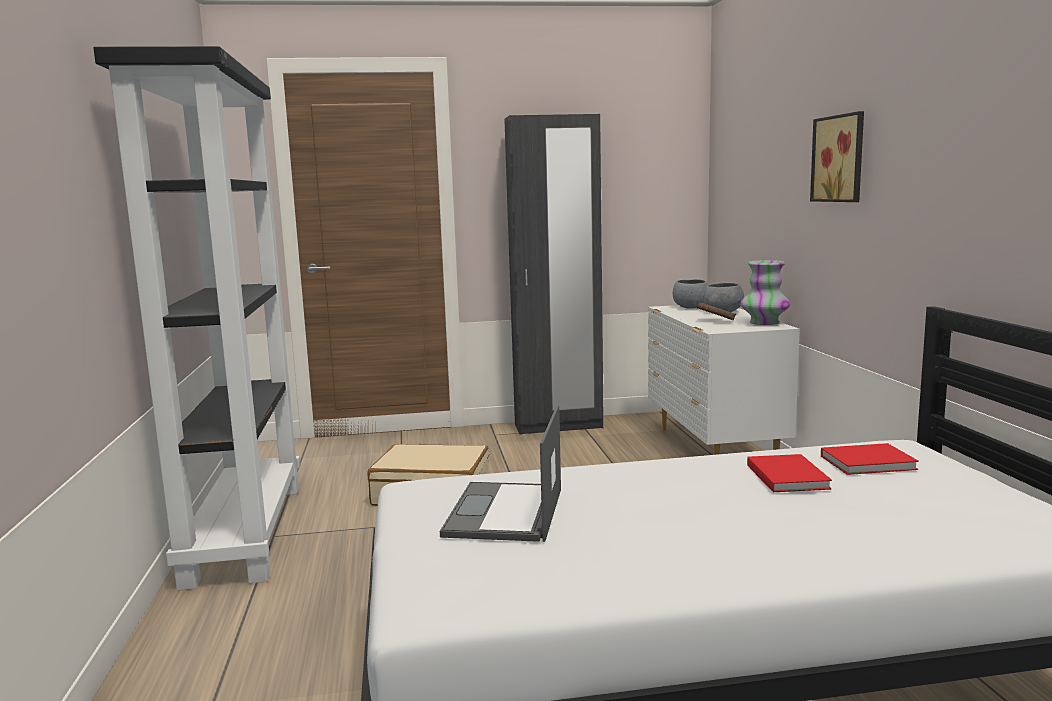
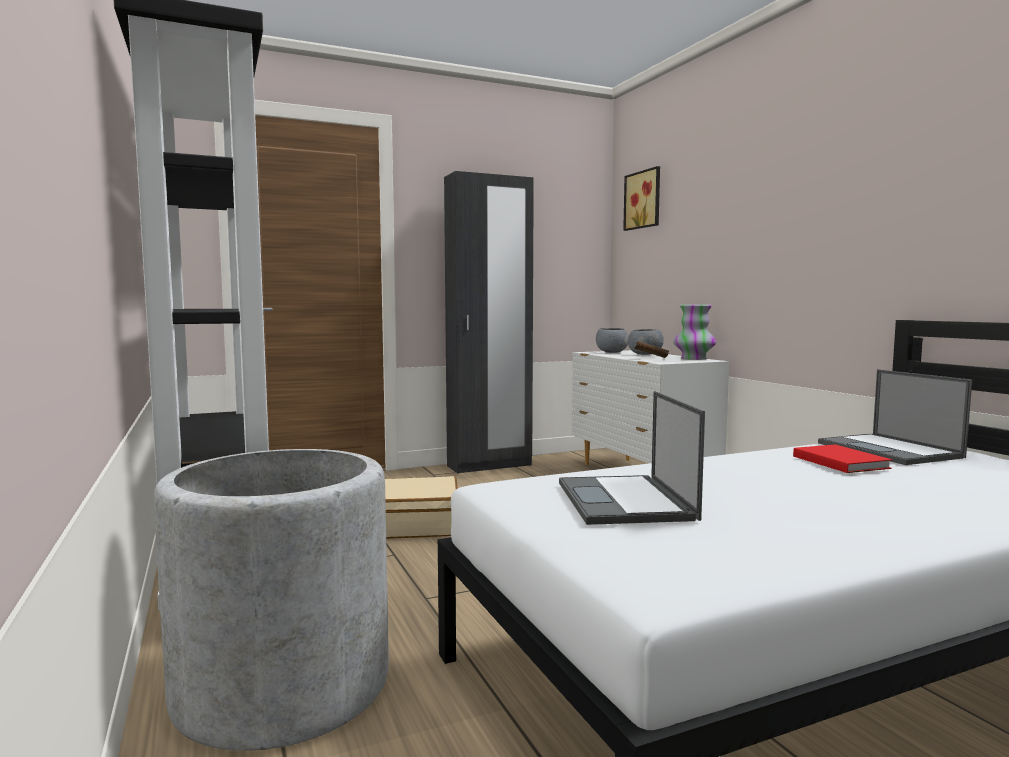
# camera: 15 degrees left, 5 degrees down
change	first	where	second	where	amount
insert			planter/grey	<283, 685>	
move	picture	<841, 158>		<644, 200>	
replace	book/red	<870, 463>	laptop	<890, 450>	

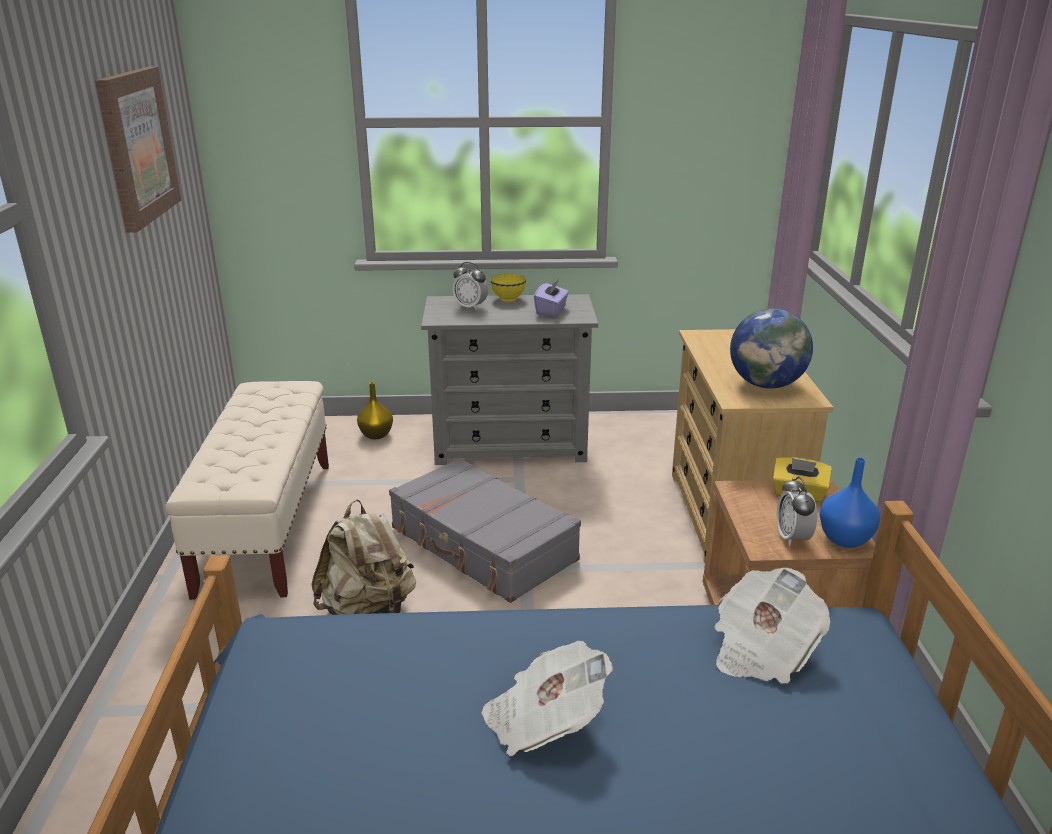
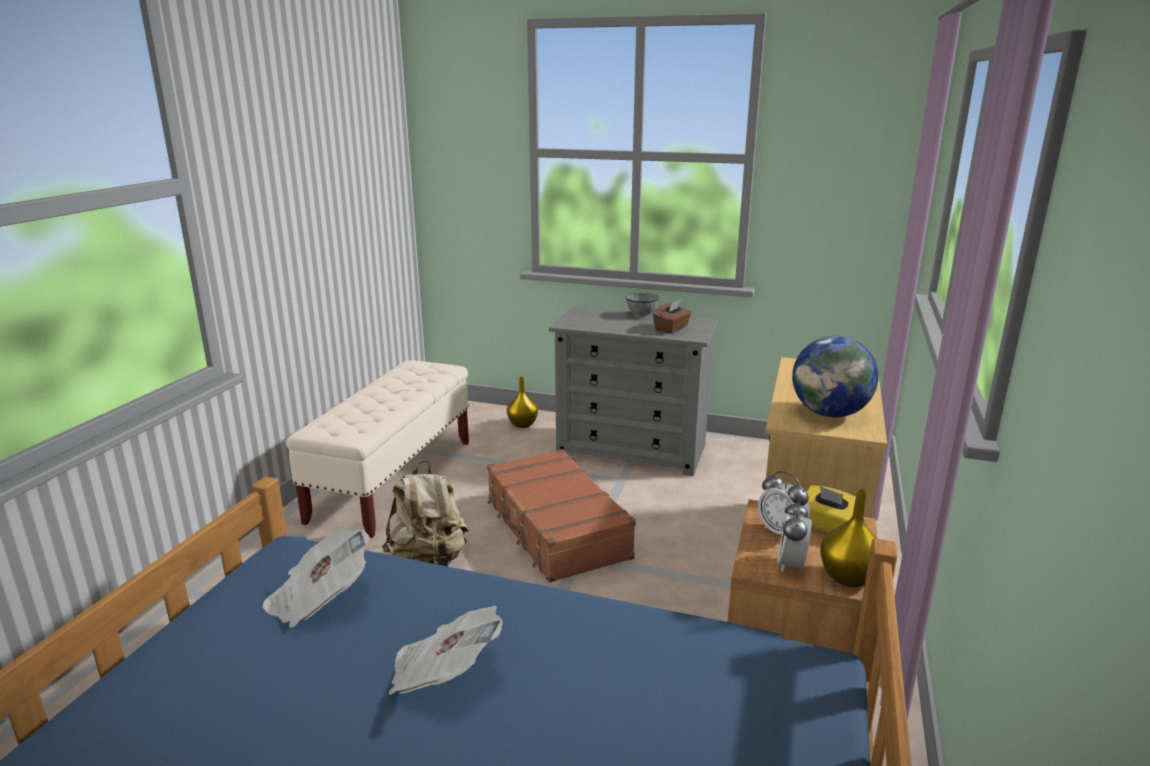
# camera: 20 degrees right, 5 degrees down
change	first	where	second	where	amount
move	newspaper	<762, 649>		<319, 599>	
recolor	suitcase/grey	<482, 545>	suitcase/brown	<555, 529>	
recolor	bowl/yellow	<508, 299>	bowl/grey	<642, 315>	
recolor	tissue box/purple	<551, 311>	tissue box/brown	<671, 328>	
move	alarm clock	<470, 307>		<781, 531>	
recolor	vase/blue	<844, 538>	vase/yellow	<848, 576>	
delete	picture	<137, 146>			

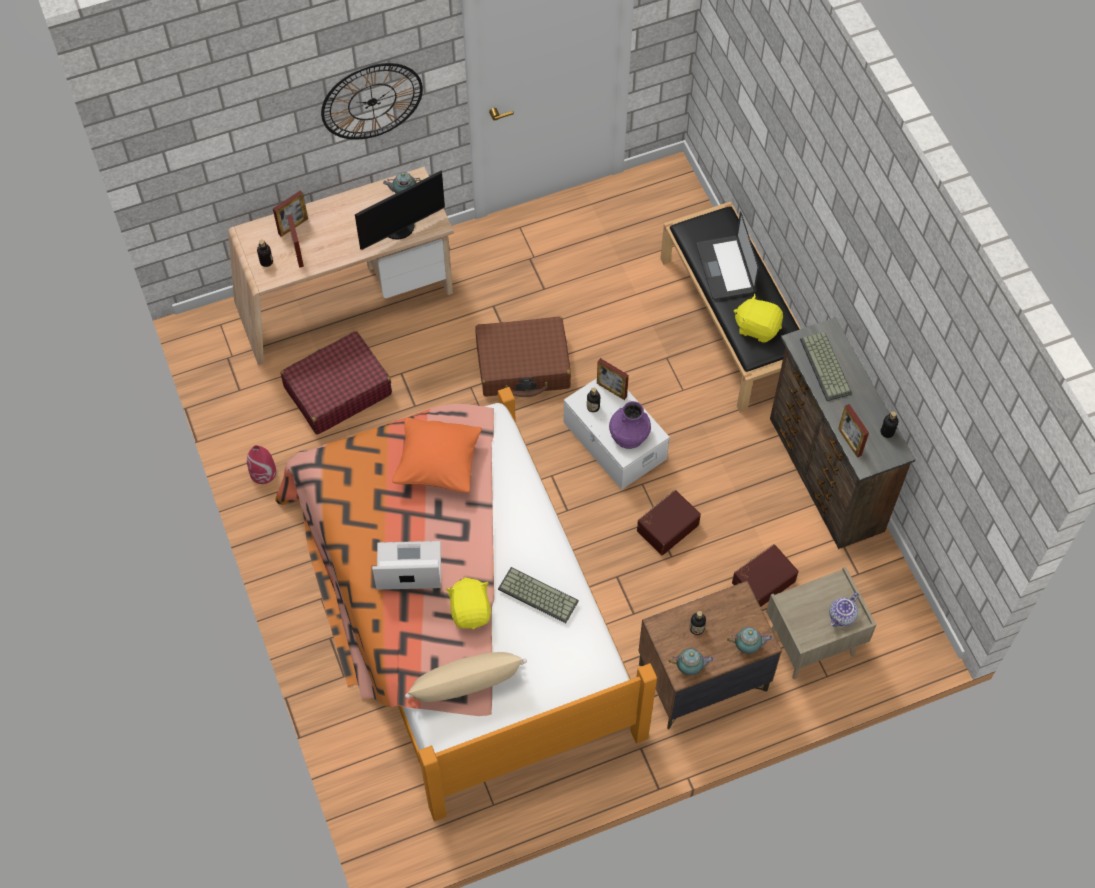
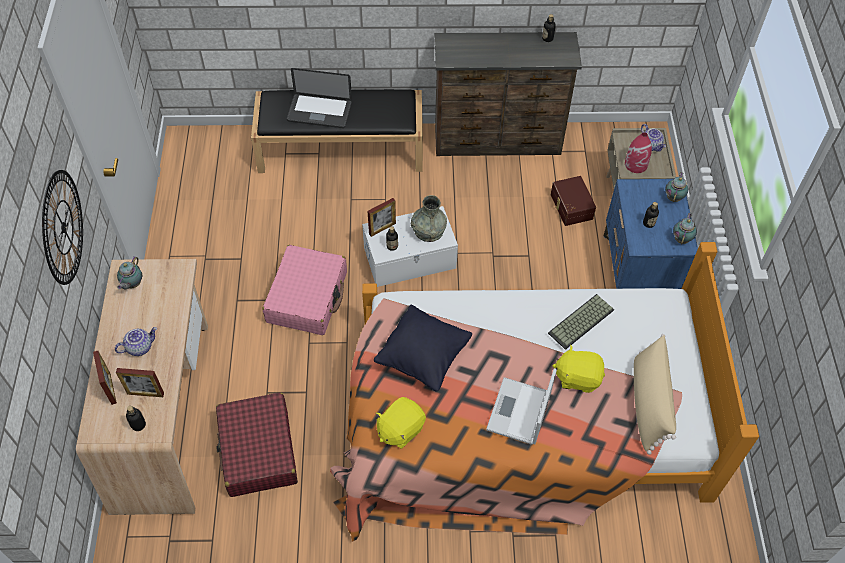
# camera: 70 degrees left, 5 degrees down
change	first	where	second	where	amount
insert			teapot	<140, 347>	
recolor	suitcase/brown	<523, 365>	suitcase/pink	<307, 297>	
recolor	pillow/orange	<438, 465>	pillow/black	<423, 357>	
move	plush toy/yellow	<757, 327>		<400, 429>	
recolor	vase/purple	<629, 434>	vase/grey	<428, 230>	
recolor	nightstand/brown	<702, 678>	nightstand/blue	<638, 271>	
move	vase/red	<263, 472>		<636, 164>	
delete	monitor	<400, 228>			
delete	storage box/brown	<666, 526>			
delete	keyboard	<827, 367>			
delete	picture frame	<849, 442>			

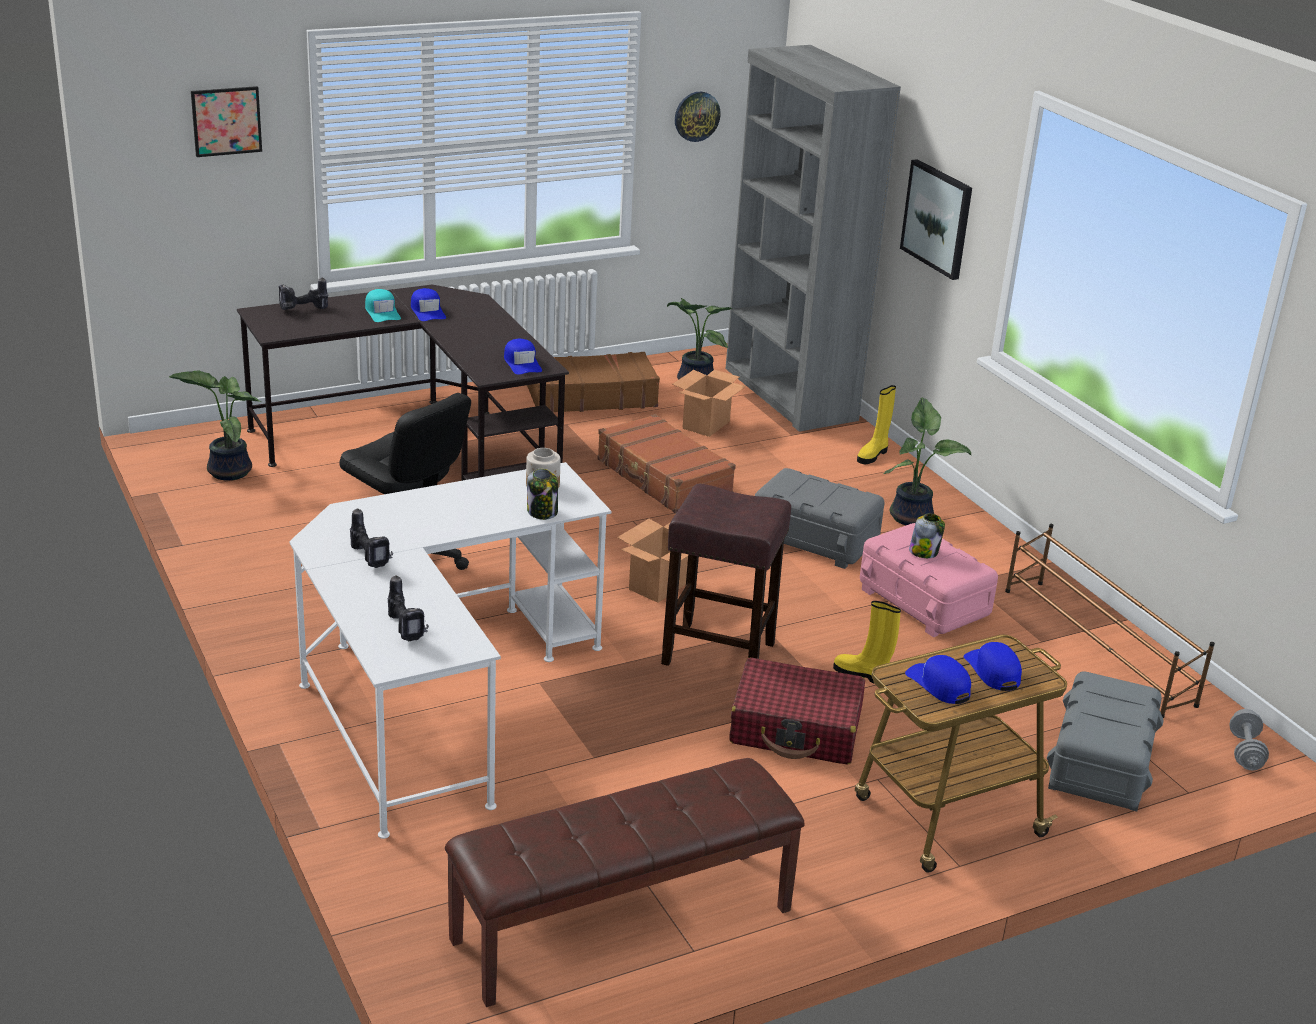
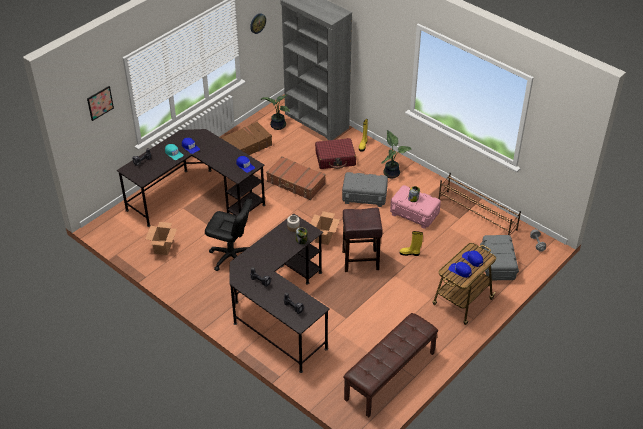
# camera: 20 degrees left, 15 degrees up
change	first	where	second	where	amount
move	cardboard box	<706, 424>		<163, 247>	
recolor	desk/white	<435, 693>	desk/black	<280, 311>	
move	suitcase/red	<796, 728>		<335, 158>	
delete	potted plant	<227, 471>			
delete	picture	<937, 218>			

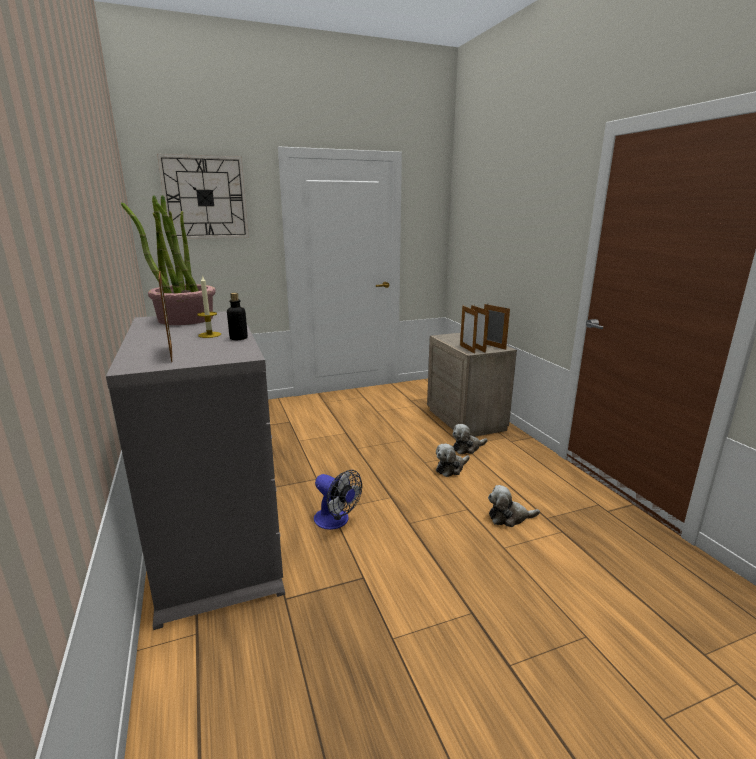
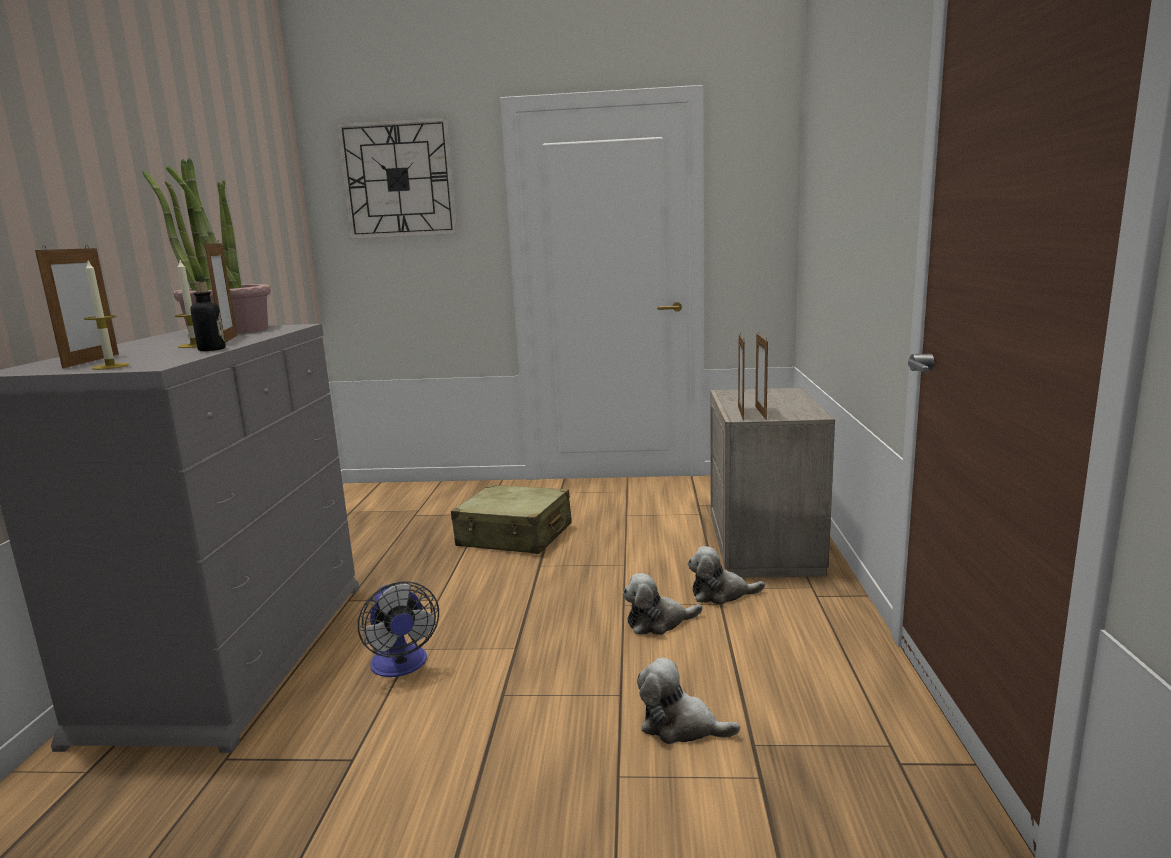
# camera: 25 degrees right, 5 degrees down
change	first	where	second	where	amount
insert			candle	<110, 366>	
move	picture frame	<493, 346>		<229, 339>	
insert			suitcase/beige	<514, 536>	

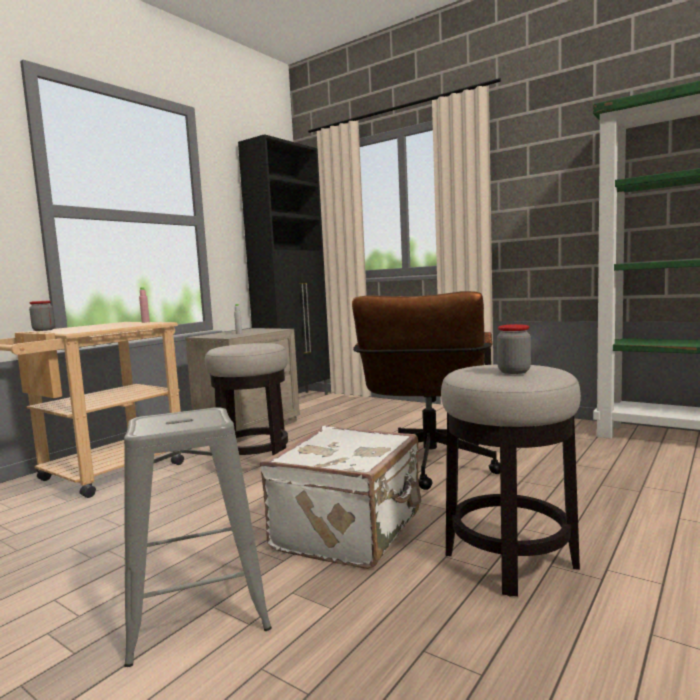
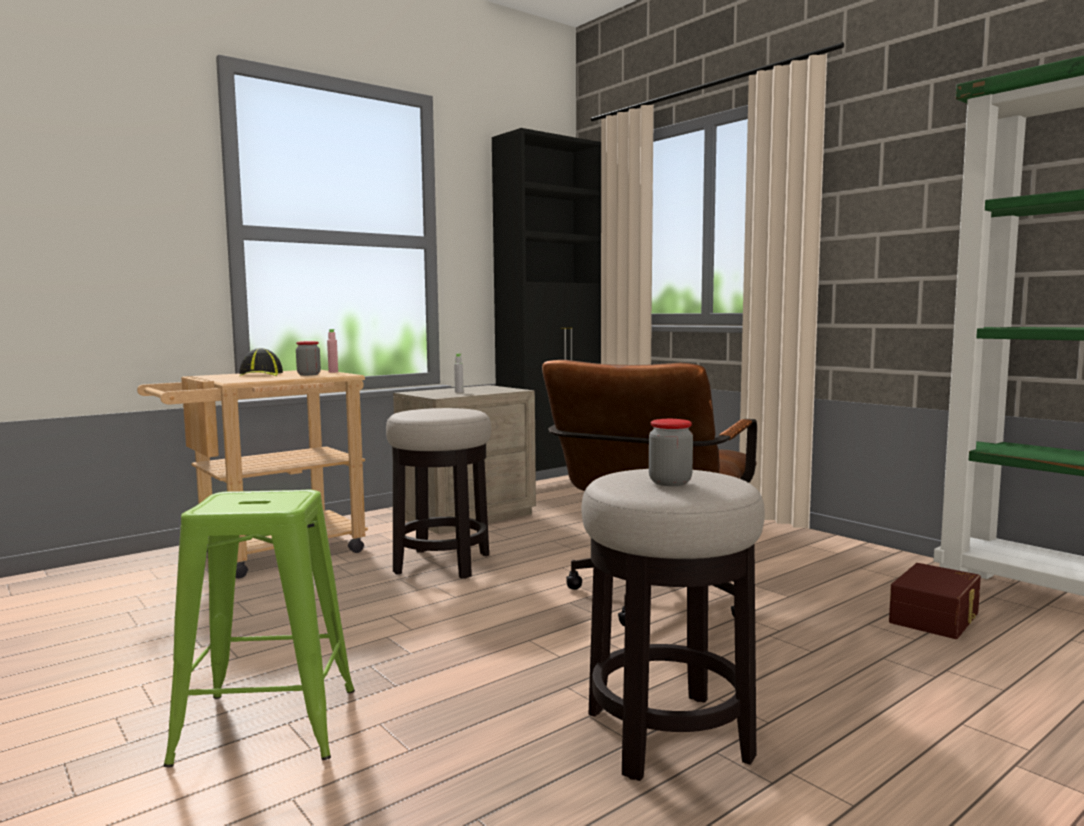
# camera: 15 degrees right, 0 degrees up
change	first	where	second	where	amount
recolor	stool/grey	<199, 612>	stool/green	<269, 726>	
insert			cap	<260, 374>	
move	jar	<43, 330>		<309, 374>	
insert			storage box/brown	<936, 618>	
delete	suitcase/white	<350, 531>			

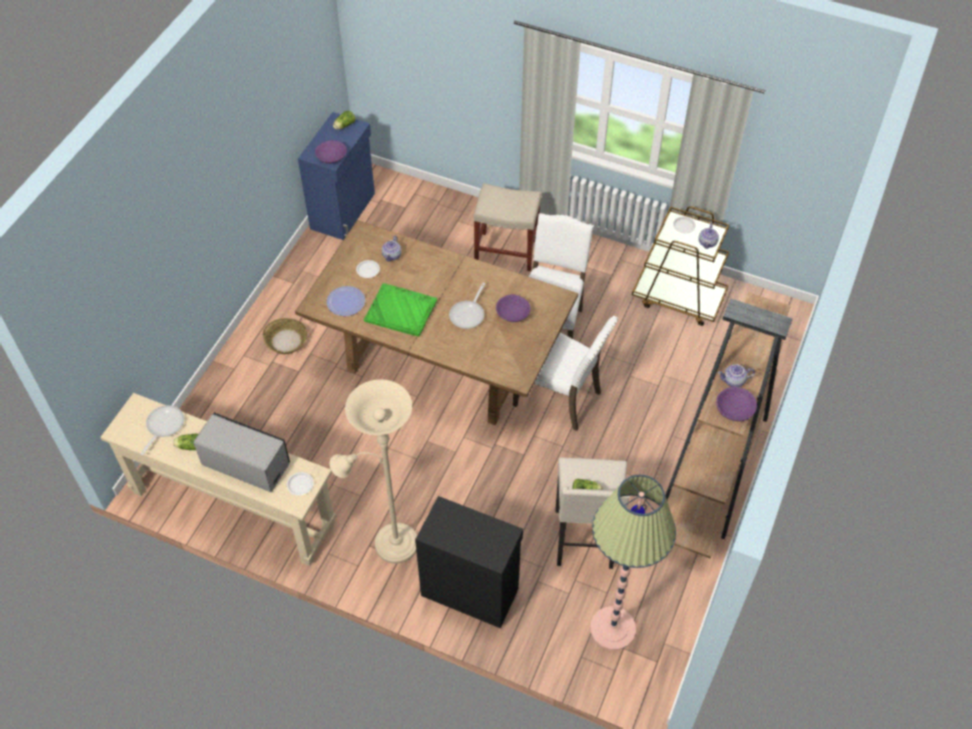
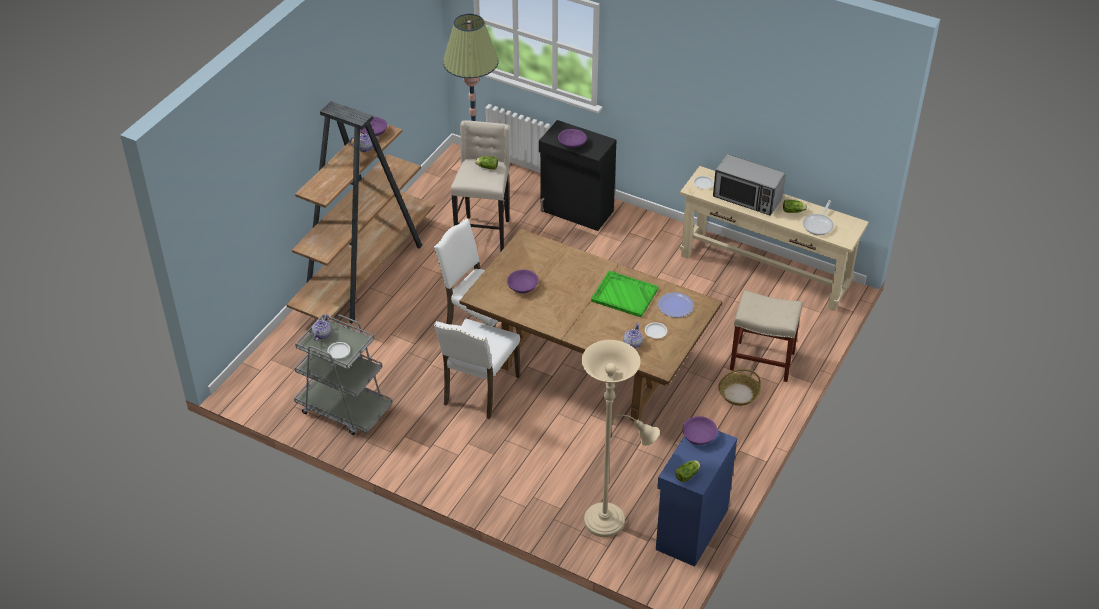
# camera: 175 degrees left, 10 degrees down
change	first	where	second	where	amount
recolor	cart/brown	<678, 298>	cart/grey	<344, 408>	
insert			bowl/purple	<572, 143>	
move	floor lamp/beige	<390, 543>		<610, 521>	
move	stool/beige	<507, 251>		<761, 361>	
delete	frying pan	<468, 314>			

